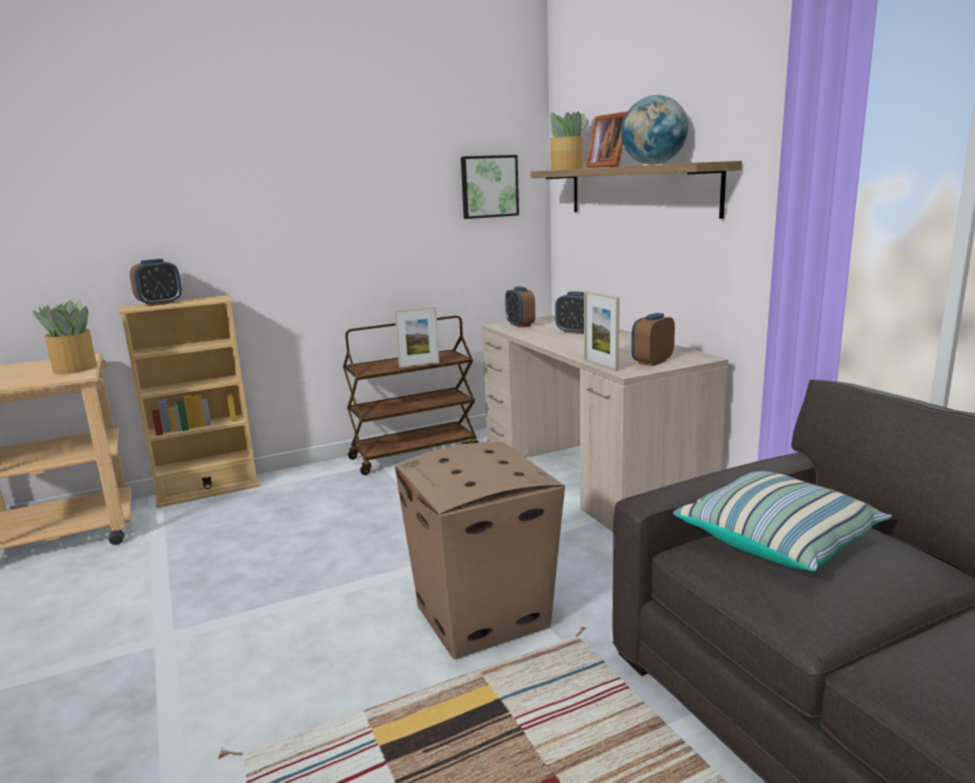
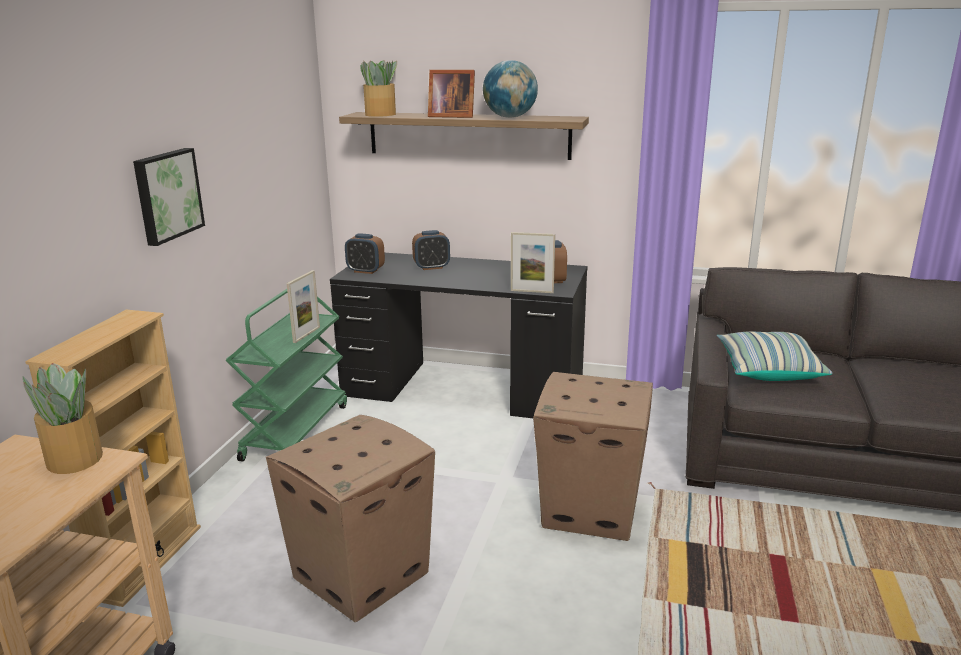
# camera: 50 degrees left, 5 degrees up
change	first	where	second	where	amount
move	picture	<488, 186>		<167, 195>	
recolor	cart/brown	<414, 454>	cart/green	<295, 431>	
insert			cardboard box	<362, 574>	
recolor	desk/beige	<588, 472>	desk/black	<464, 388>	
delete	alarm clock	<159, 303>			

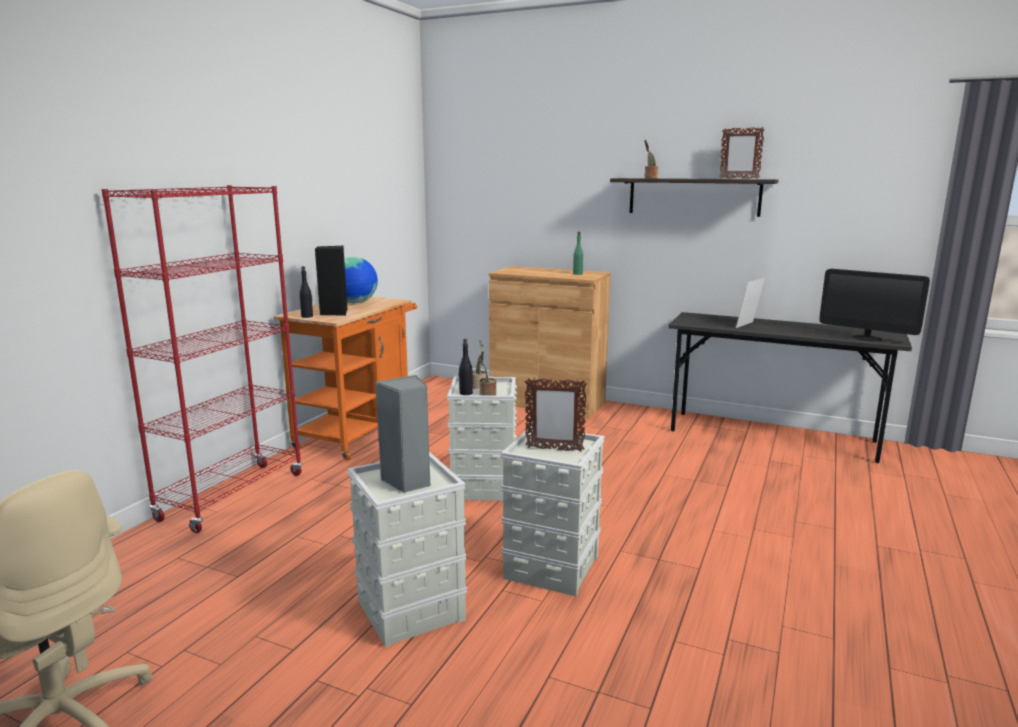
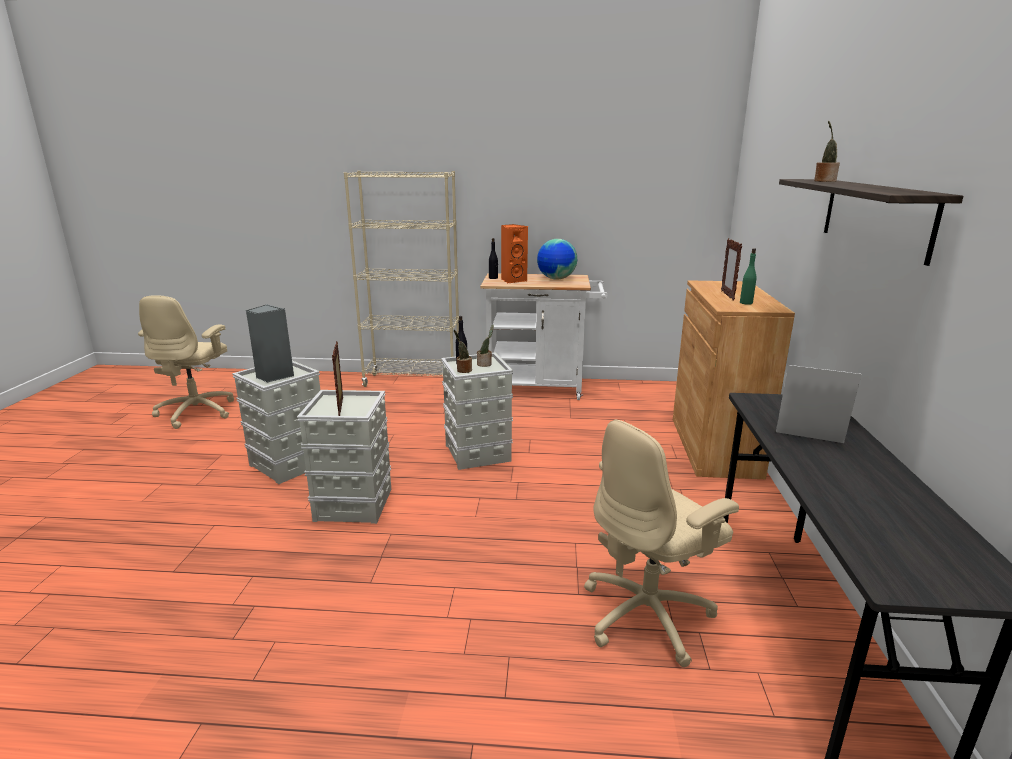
# camera: 70 degrees right, 5 degrees up
change	first	where	second	where	amount
recolor	bookcase/red	<232, 496>	bookcase/beige	<413, 382>	
recolor	cart/orange	<359, 433>	cart/white	<541, 388>	
recolor	speaker/black	<334, 313>	speaker/orange	<513, 280>	
insert			office chair/beige	<648, 615>	
move	picture frame	<738, 178>		<727, 295>	
delete	monitor	<867, 338>			

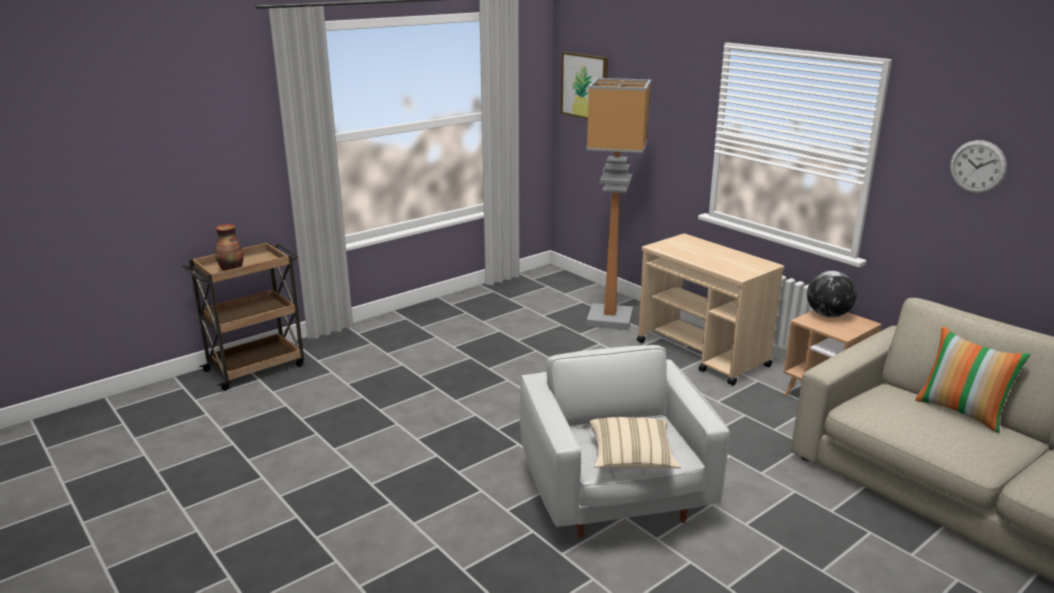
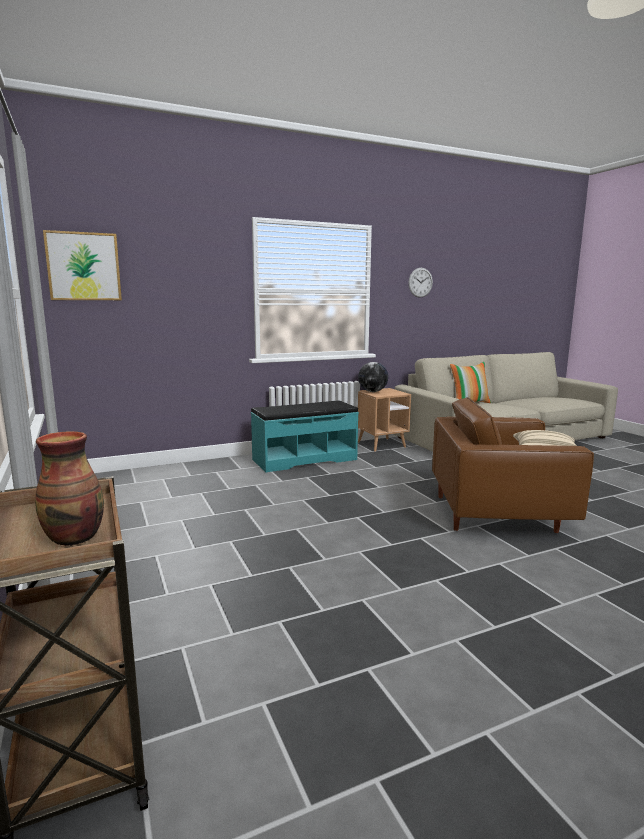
# camera: 75 degrees left, 10 degrees down
change	first	where	second	where	amount
replace	cart/beige	<703, 354>	bench/turquoise	<304, 459>	
recolor	armchair/white	<615, 495>	armchair/brown	<499, 513>	
delete	floor lamp	<610, 319>			

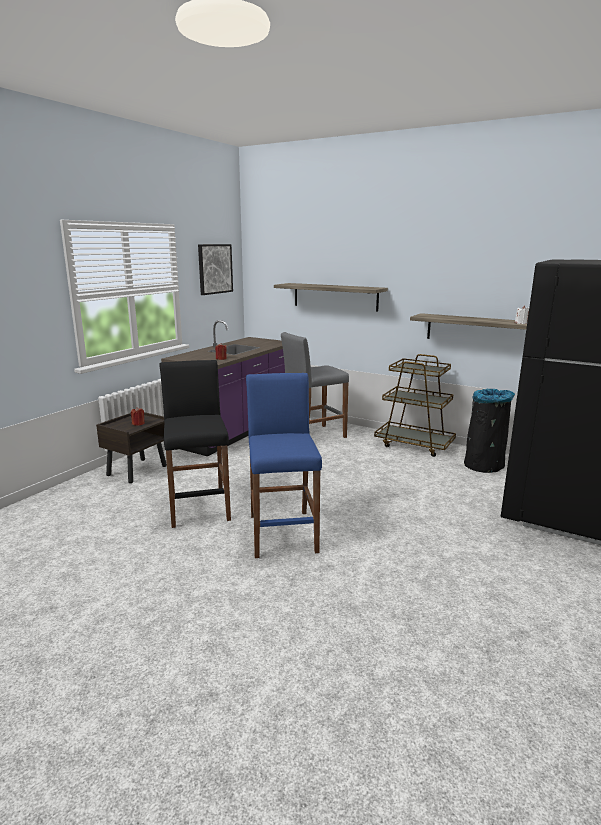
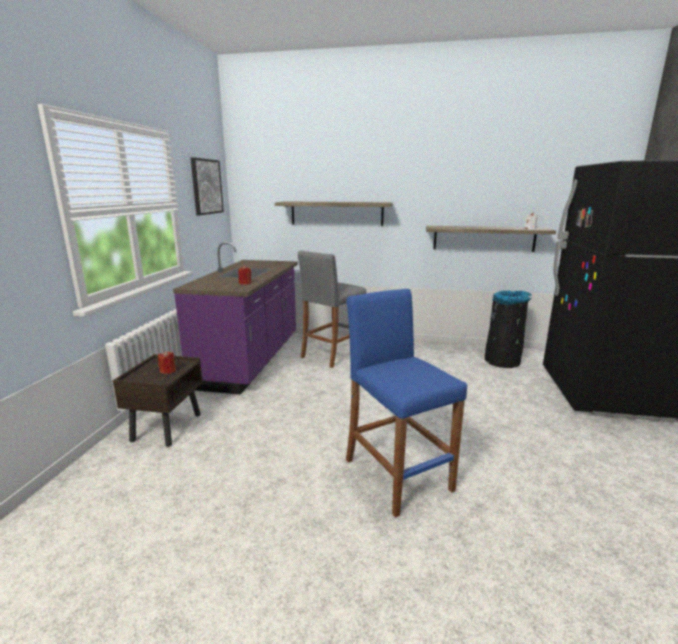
# camera: 20 degrees left, 0 degrees up
change	first	where	second	where	amount
delete	stool/black	<199, 506>			
delete	cart/brown	<414, 444>			

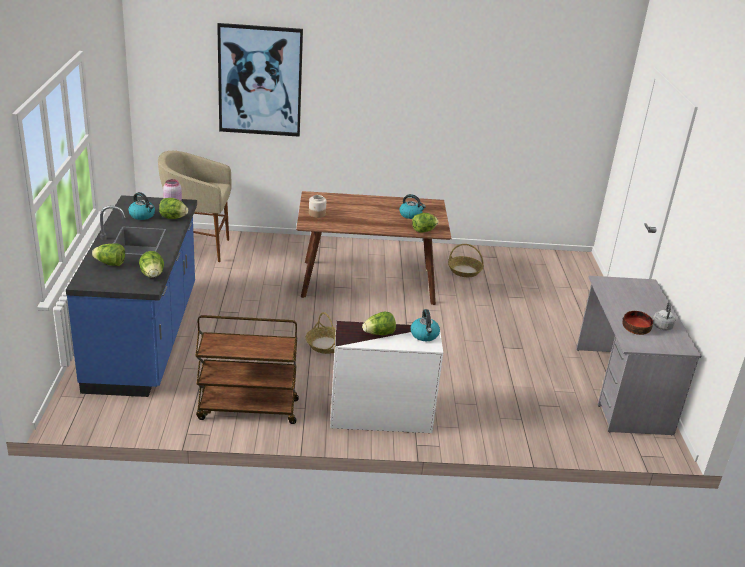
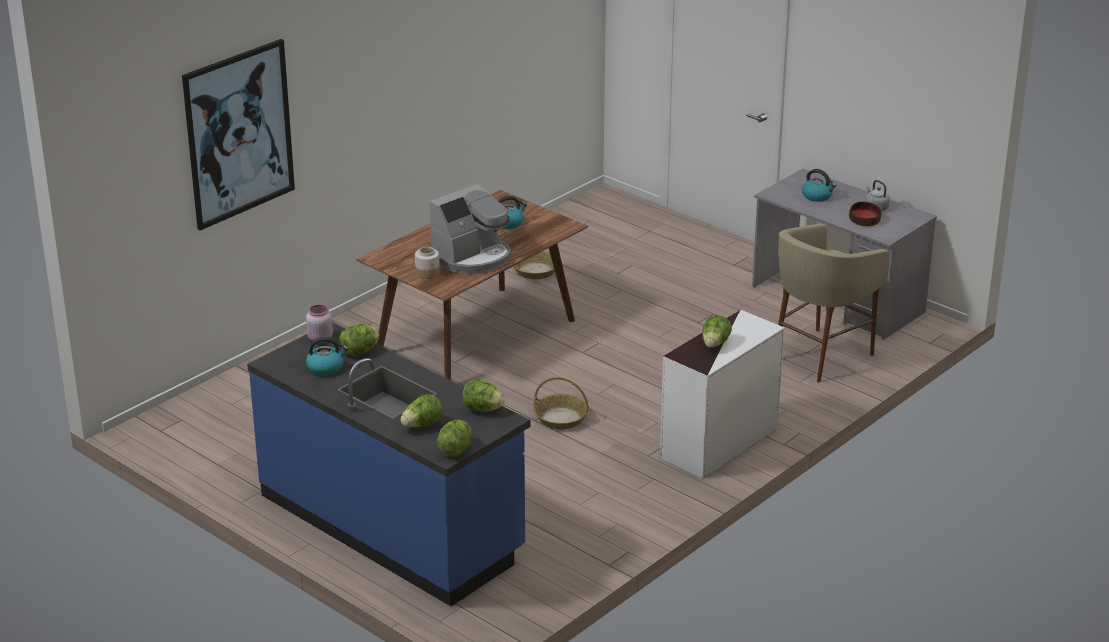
# camera: 45 degrees left, 0 degrees up
change	first	where	second	where	amount
insert			coffee machine	<472, 257>	
move	lettuce	<423, 231>		<455, 450>	
move	stool/beige	<197, 248>		<820, 356>	
move	kettle	<424, 335>		<817, 196>	
delete	cart/brown	<247, 410>			

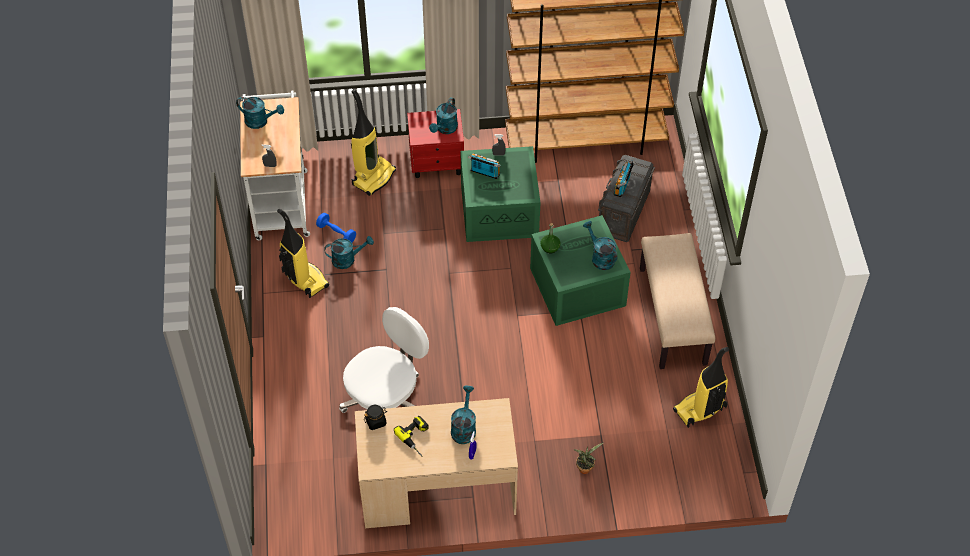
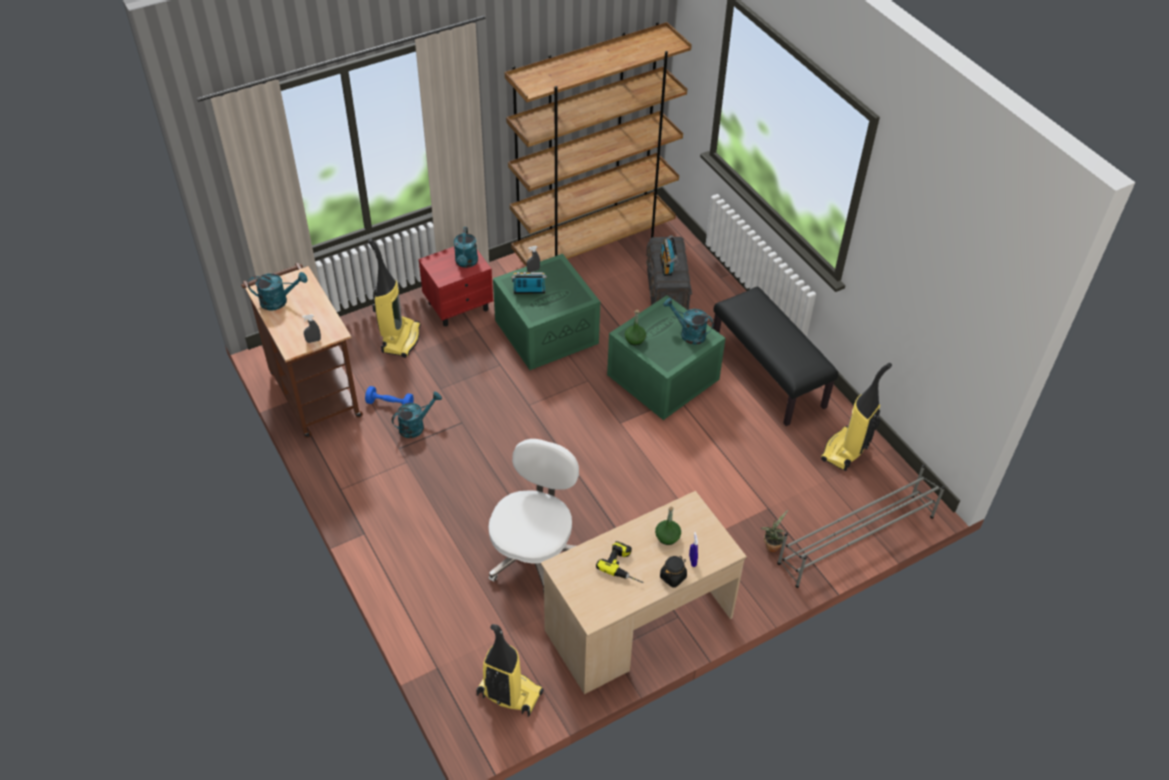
# camera: 25 degrees left, 5 degrees down
change	first	where	second	where	amount
recolor	cart/white	<281, 200>	cart/brown	<312, 390>	
move	vacuum cleaner	<304, 279>		<508, 694>	
replace	watering can/turquoise	<464, 427>	bottle/green	<667, 537>	
move	jar/black	<376, 421>		<673, 577>	
recolor	bench/beige	<673, 316>	bench/black	<768, 374>	
insert			shoe rack/grey	<855, 540>	

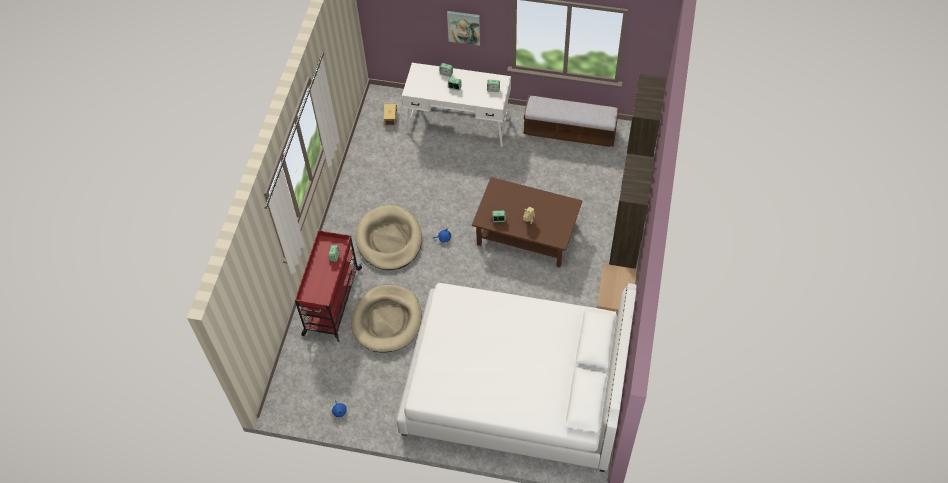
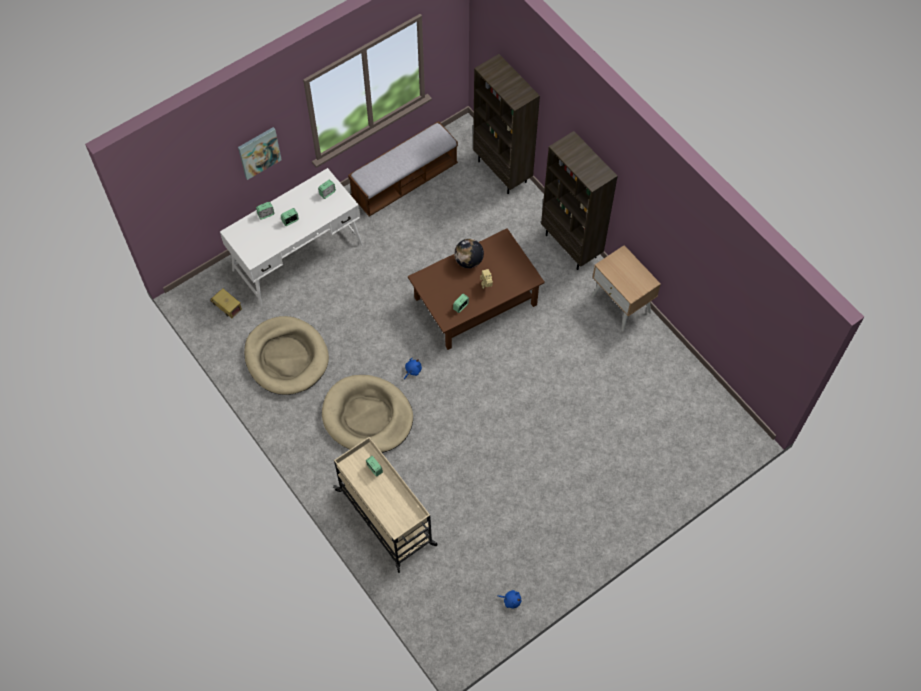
# camera: 50 degrees left, 5 degrees up
change	first	where	second	where	amount
move	dog bed/beige	<387, 320>		<286, 357>	
recolor	cart/red	<332, 302>	cart/beige	<386, 518>	
insert			globe	<468, 261>	
delete	bed/white	<515, 387>			

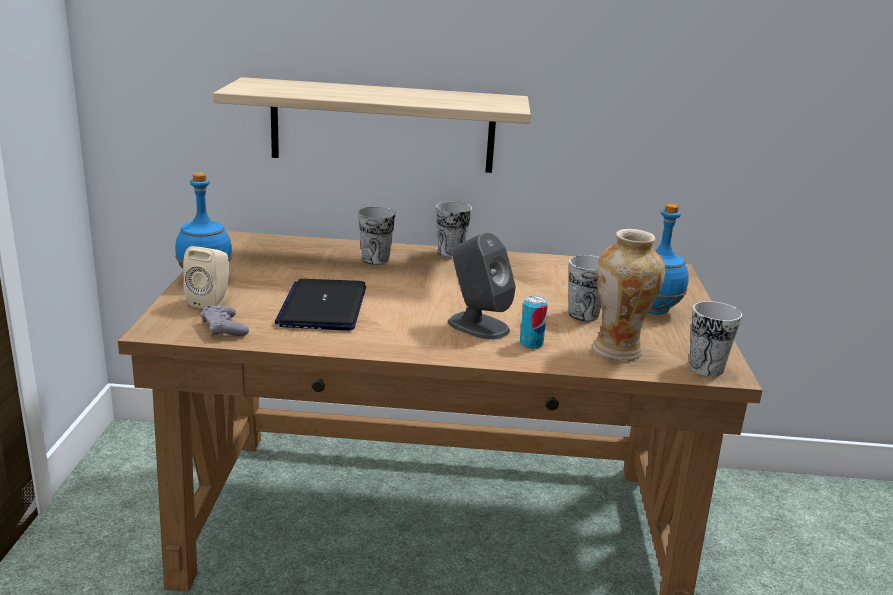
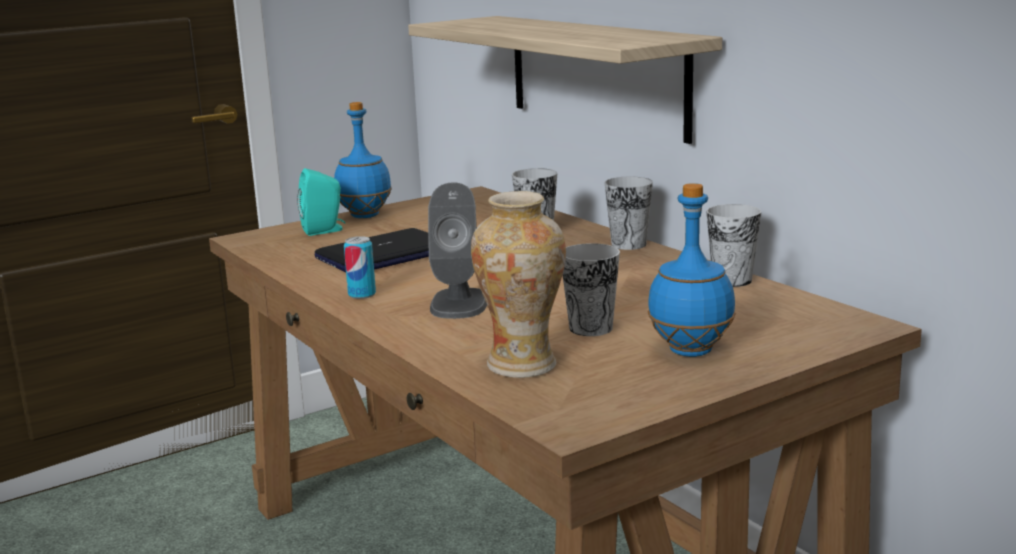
# camera: 55 degrees right, 5 degrees down
change	first	where	second	where	amount
recolor	speaker/beige	<211, 301>	speaker/turquoise	<324, 230>	
move	can	<531, 344>		<362, 294>	
move	cup	<706, 368>		<732, 280>	
delete	game controller/grey	<224, 328>			

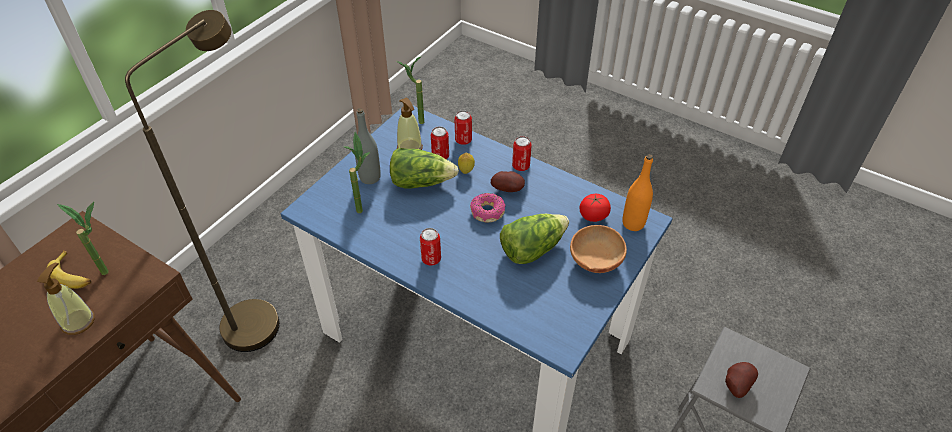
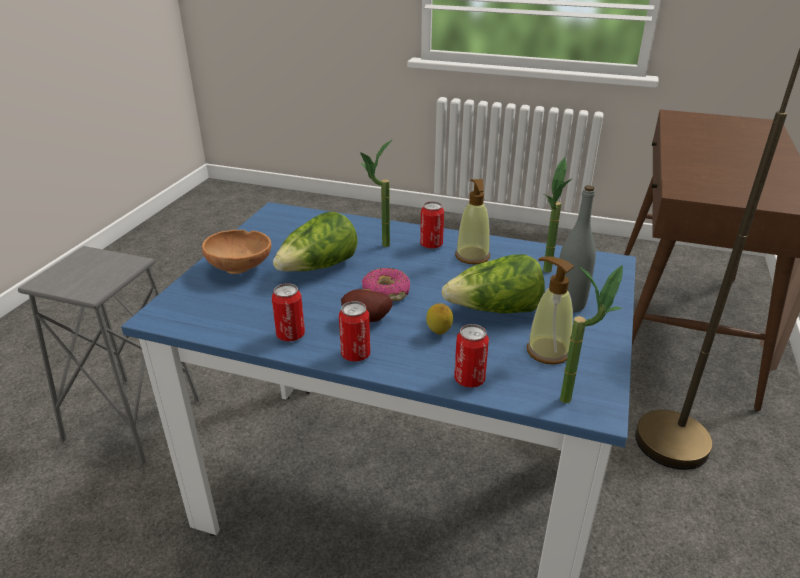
# camera: 165 degrees right, 15 degrees down
change	first	where	second	where	amount
move	can	<440, 156>		<290, 335>	
move	potted plant	<112, 271>		<378, 246>	
move	soap dispenser	<78, 321>		<472, 256>	
delete	banana	<73, 275>			
delete	tomato	<593, 216>			
delete	bottle/orange	<633, 223>			
delete	potato	<735, 385>			

